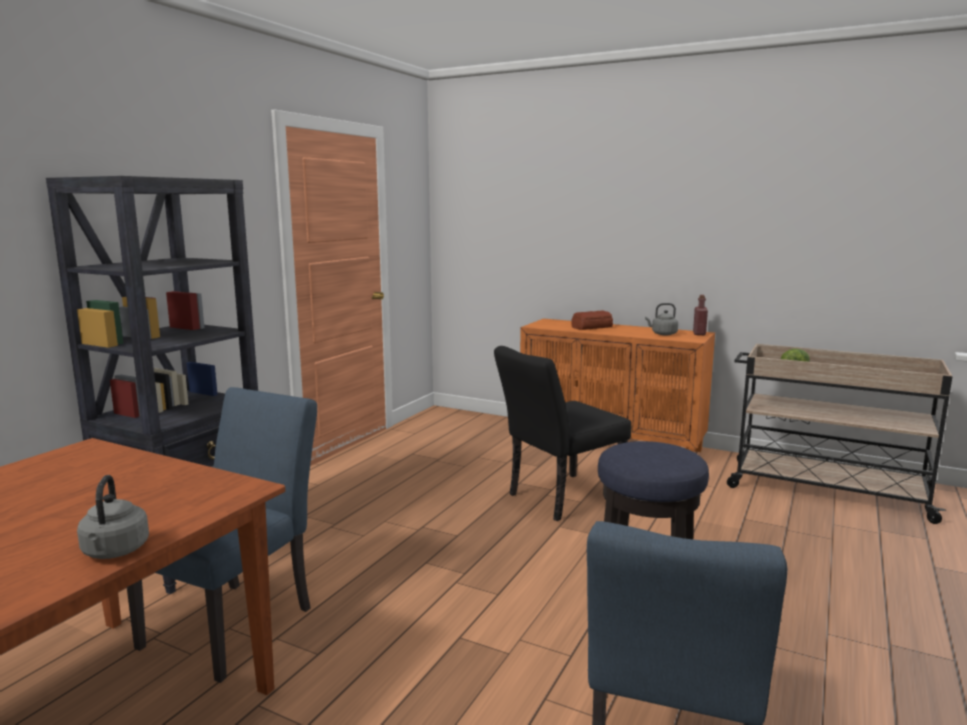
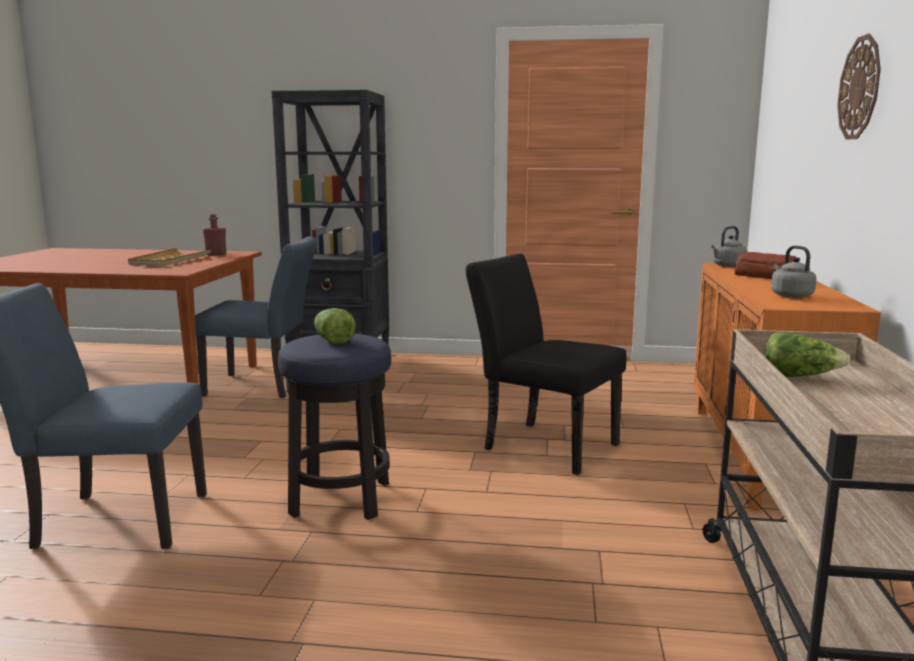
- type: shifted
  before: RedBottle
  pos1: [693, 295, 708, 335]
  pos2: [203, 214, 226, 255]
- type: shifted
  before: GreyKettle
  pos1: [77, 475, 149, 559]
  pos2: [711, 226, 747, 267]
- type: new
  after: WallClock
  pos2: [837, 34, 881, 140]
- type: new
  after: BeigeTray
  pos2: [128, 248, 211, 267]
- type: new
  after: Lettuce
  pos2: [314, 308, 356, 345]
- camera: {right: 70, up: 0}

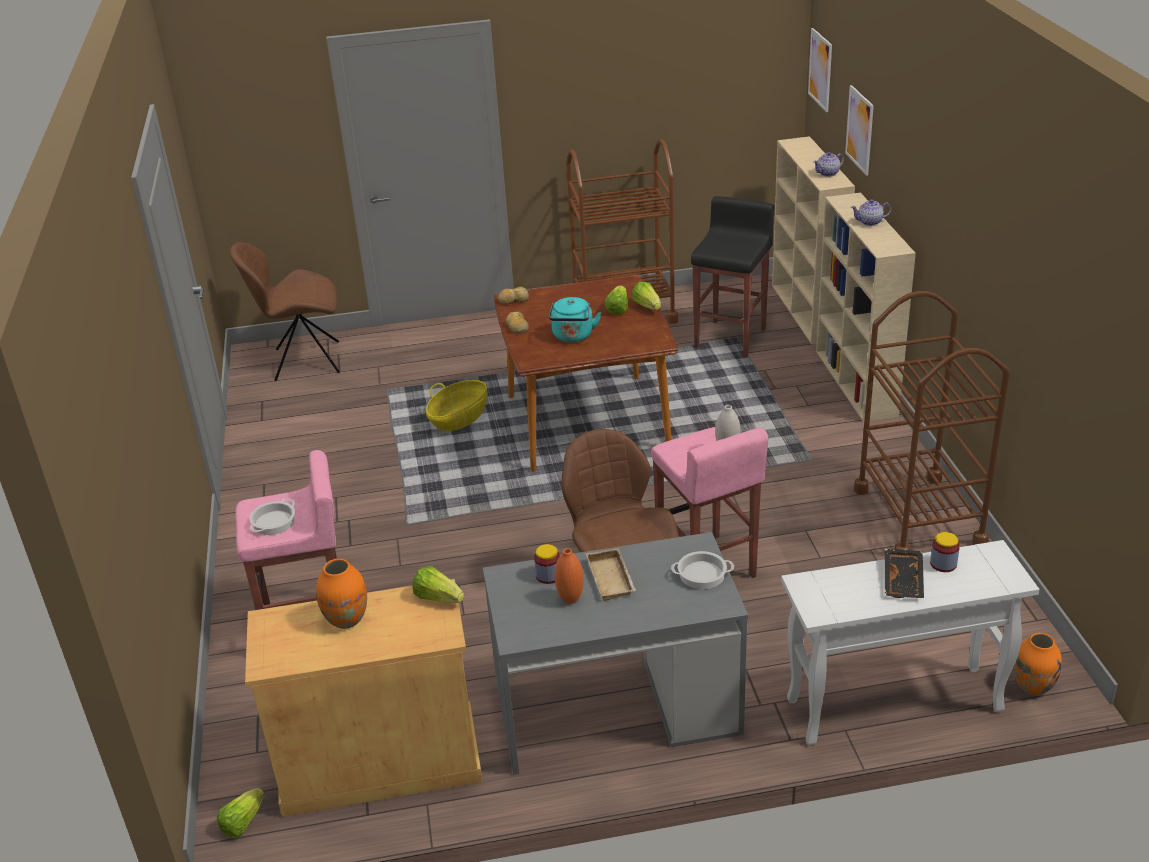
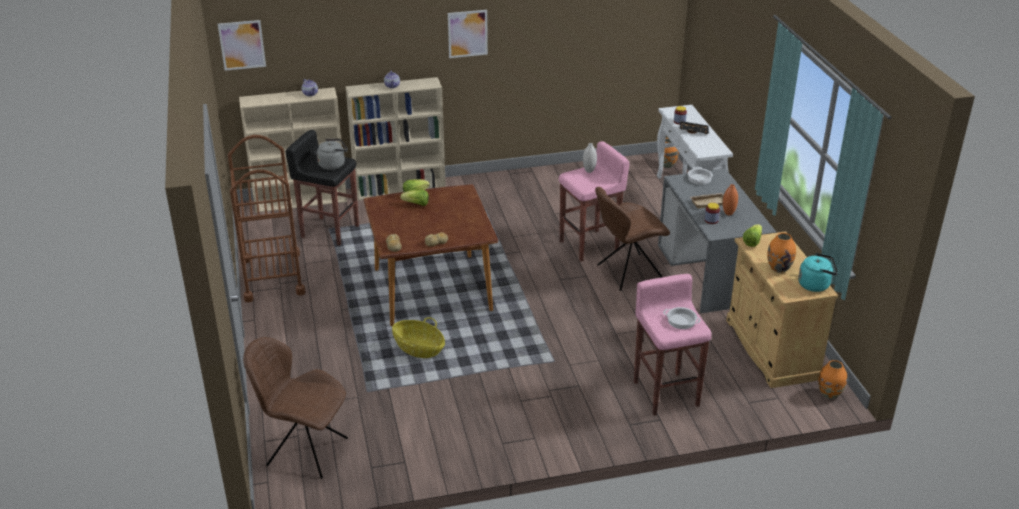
- type: shifted
  before: Picture
  pos1: [845, 85, 874, 176]
  pos2: [448, 10, 488, 58]
- type: rotated
  before: BrownChair
  pos1: [230, 242, 340, 381]
  pos2: [243, 337, 348, 479]
  turn: 120
- type: gone
  before: BrownCart
  pos1: [854, 291, 1010, 550]
- type: shifted
  before: TurquoiseKettle
  pos1: [549, 297, 601, 342]
  pos2: [798, 253, 838, 292]
- type: swapped
  before: Lettuce
  after: OrangeVase
  pos1: [217, 788, 265, 838]
  pos2: [818, 360, 847, 399]
- type: new
  after: GreyKettle
  pos2: [317, 139, 348, 170]
- camera: {right: -95, up: 0}

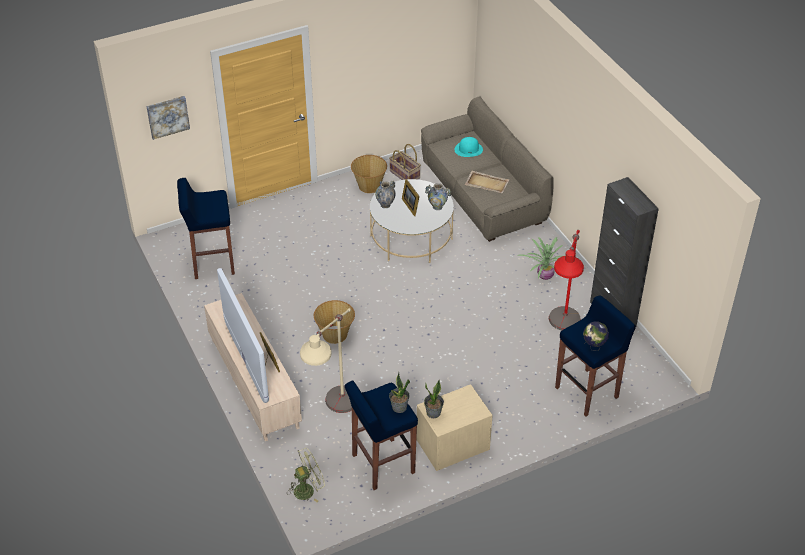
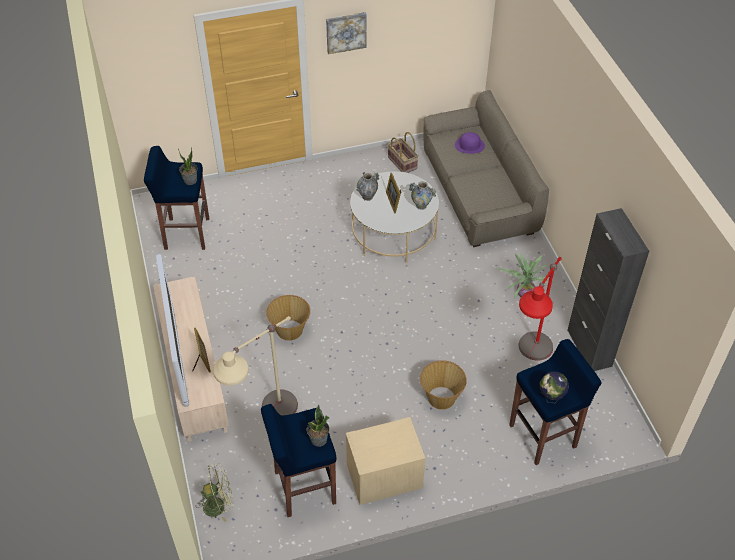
- type: shifted
  before: Picture
  pos1: [146, 96, 190, 140]
  pos2: [326, 12, 366, 54]
- type: repainted
  before: TurquoiseHat
  after: PurpleHat
  pos1: [454, 137, 483, 157]
  pos2: [455, 132, 485, 154]
- type: shifted
  before: Basket
  pos1: [351, 155, 387, 193]
  pos2: [420, 360, 467, 410]
- type: gone
  before: BeigeTray
  pos1: [465, 170, 510, 193]
- type: shifted
  before: PottedPlant
  pos1: [424, 379, 444, 418]
  pos2: [178, 147, 197, 185]
- camera: {right: 10, up: 5}

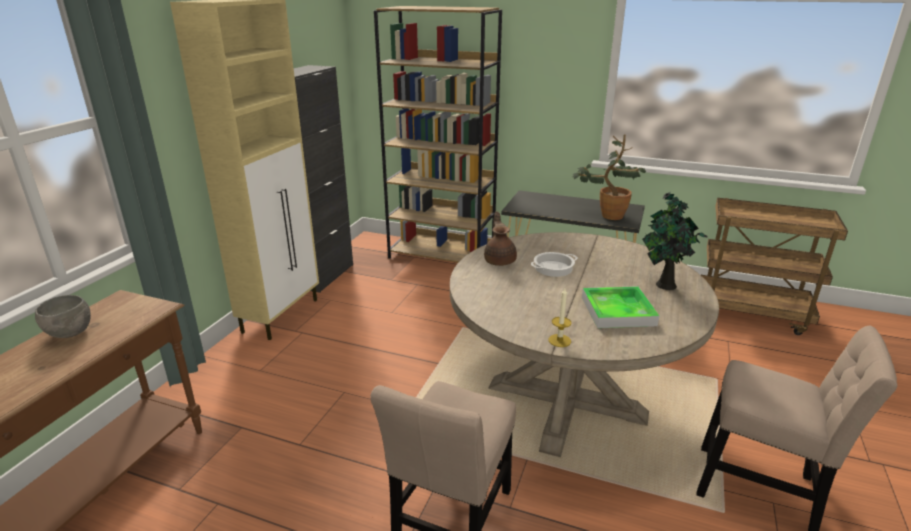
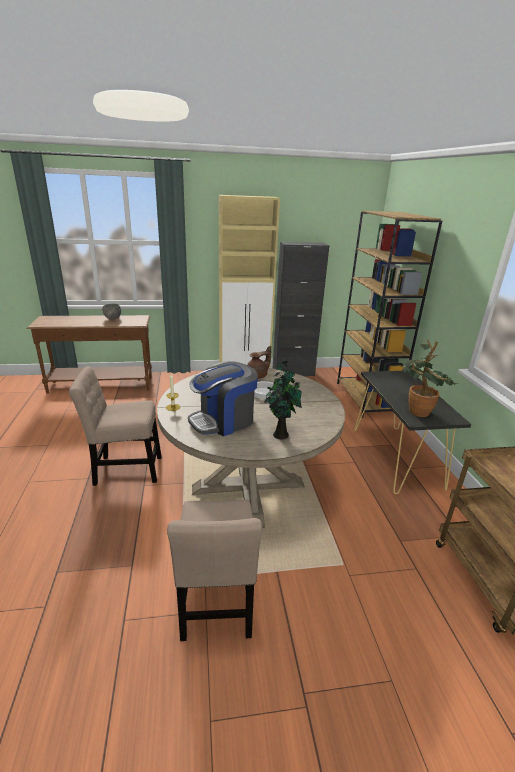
- type: swapped
  before: Tray
  after: CoffeeMachine
  pos1: [582, 286, 659, 328]
  pos2: [188, 361, 258, 436]
- camera: {right: 60, up: 0}

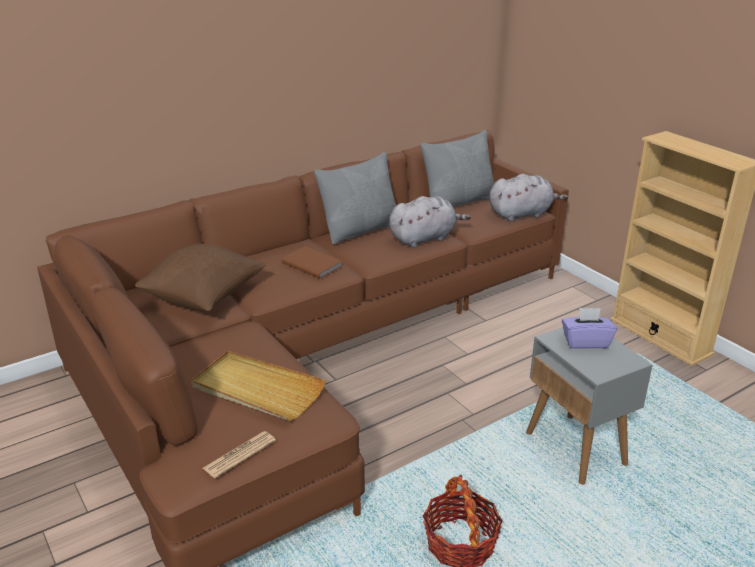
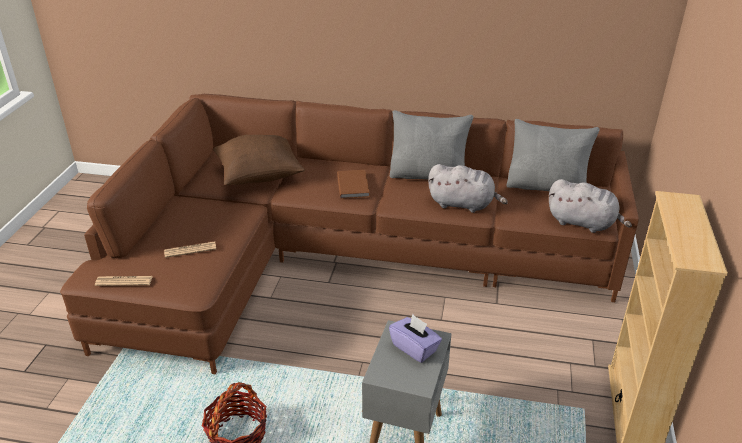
- type: swapped
  before: BeigeTray
  after: Newspaper
  pos1: [191, 351, 326, 421]
  pos2: [164, 241, 216, 258]
- camera: {right: 45, up: 5}

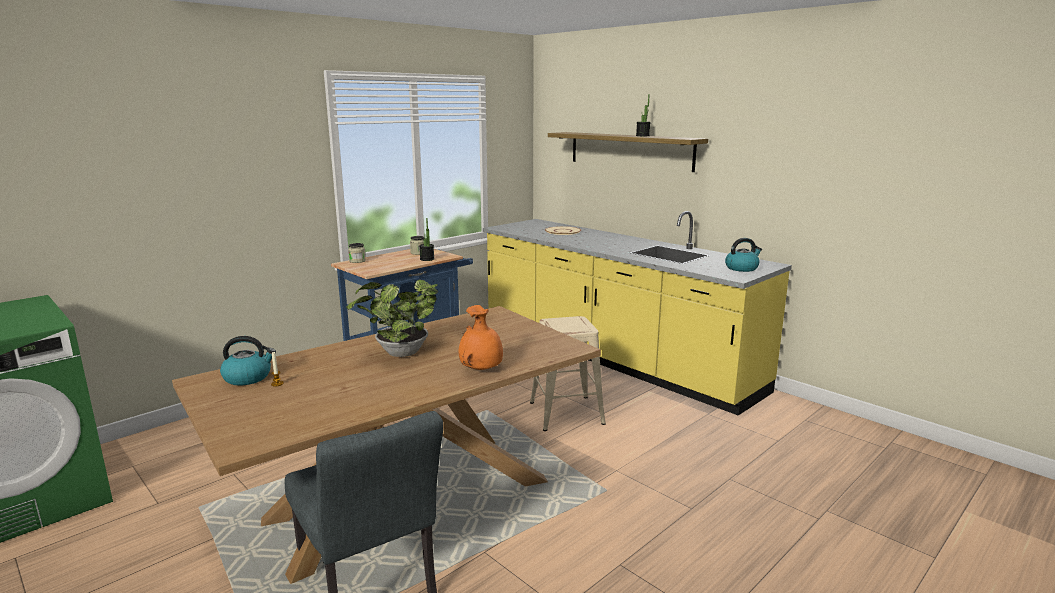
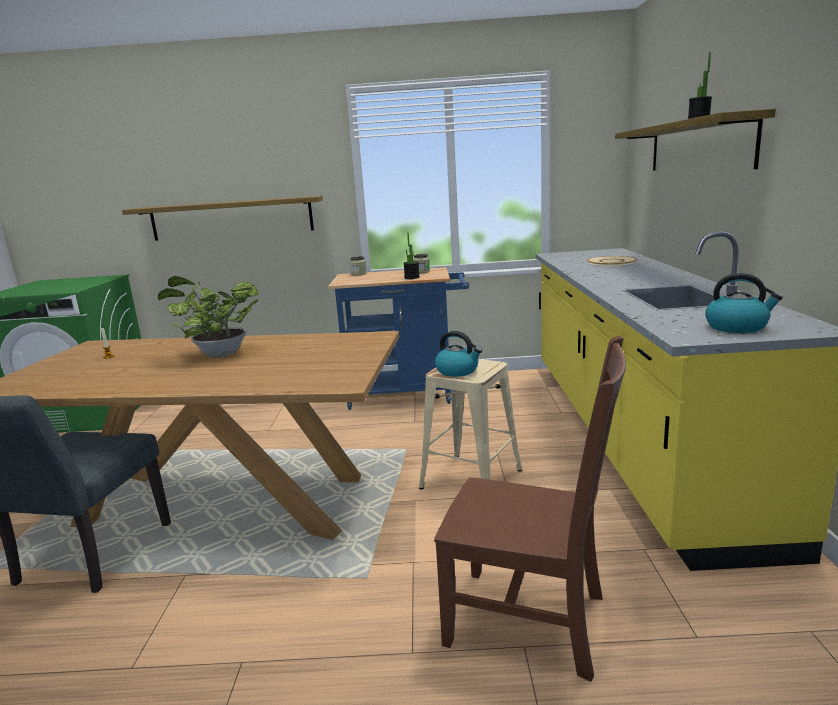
- type: gone
  before: OrangeVase
  pos1: [459, 305, 503, 370]
- type: shifted
  before: Kettle
  pos1: [220, 336, 276, 386]
  pos2: [435, 331, 482, 377]
- type: new
  after: Shelf
  pos2: [122, 196, 323, 241]
- type: new
  after: BrownChair
  pos2: [434, 336, 626, 682]
- camera: {right: 45, up: 0}

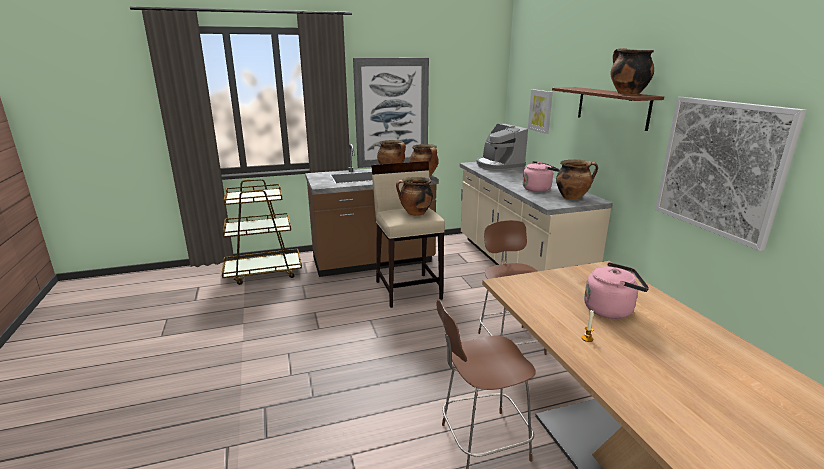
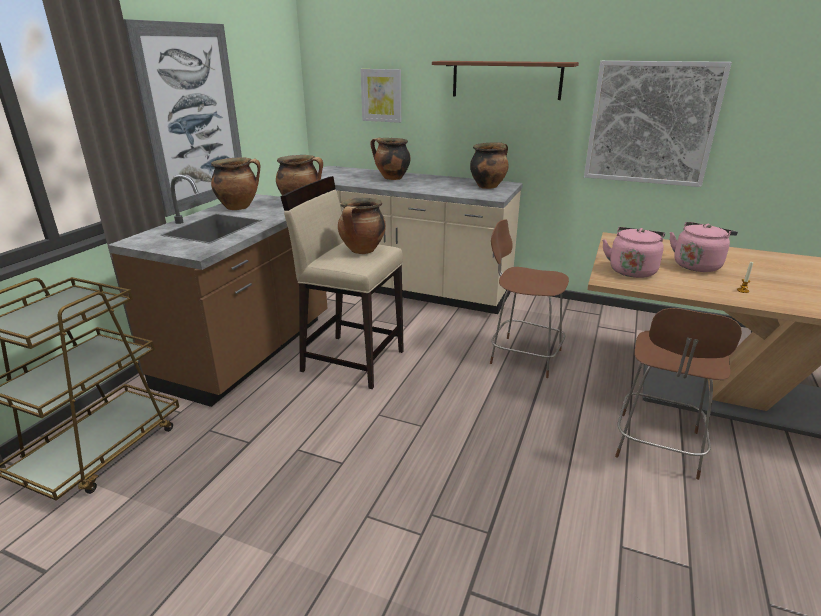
- type: shifted
  before: CookingPot
  pos1: [611, 48, 654, 95]
  pos2: [370, 138, 411, 180]
- type: gone
  before: CoffeeMachine
  pos1: [477, 124, 528, 171]
- type: shifted
  before: PinkKettle
  pos1: [523, 161, 560, 192]
  pos2: [602, 227, 665, 278]
- camera: {right: -50, up: 5}

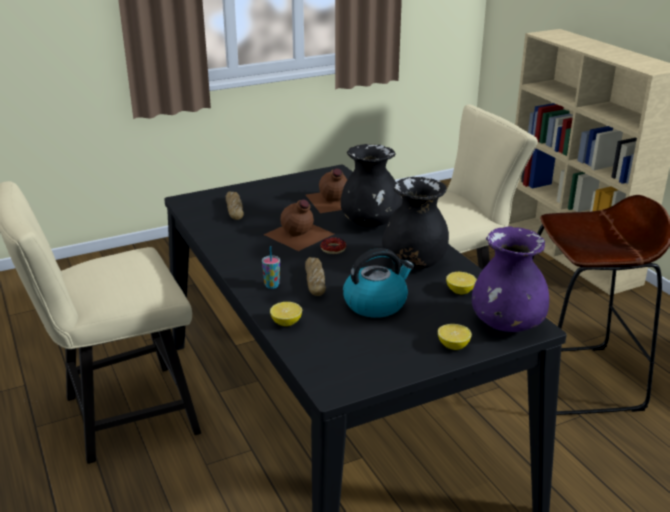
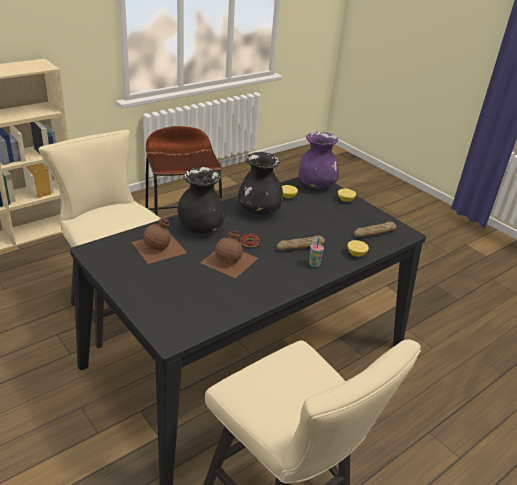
- type: shifted
  before: Bread
  pos1: [226, 191, 244, 220]
  pos2: [354, 222, 396, 237]
- type: gone
  before: Kettle
  pos1: [343, 248, 414, 318]
- camera: {right: -105, up: 5}

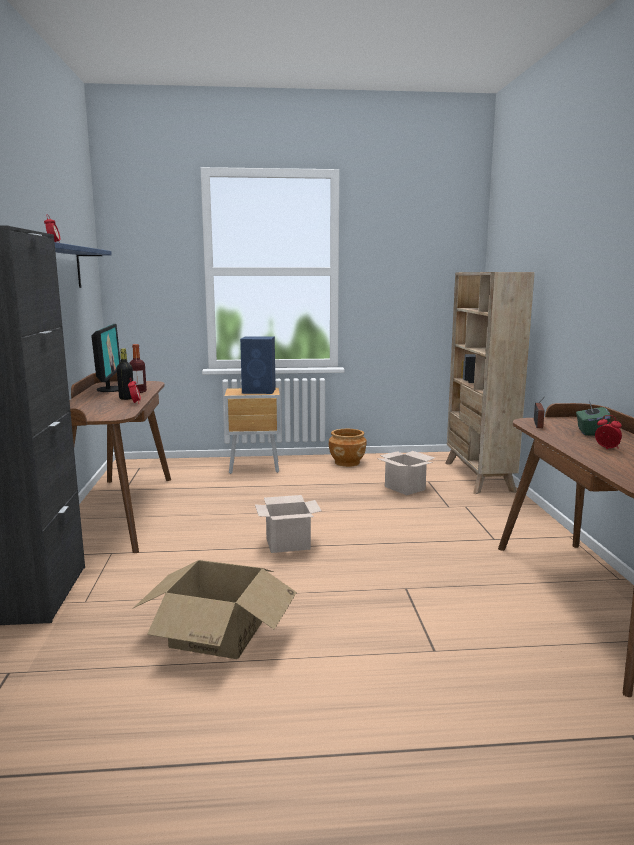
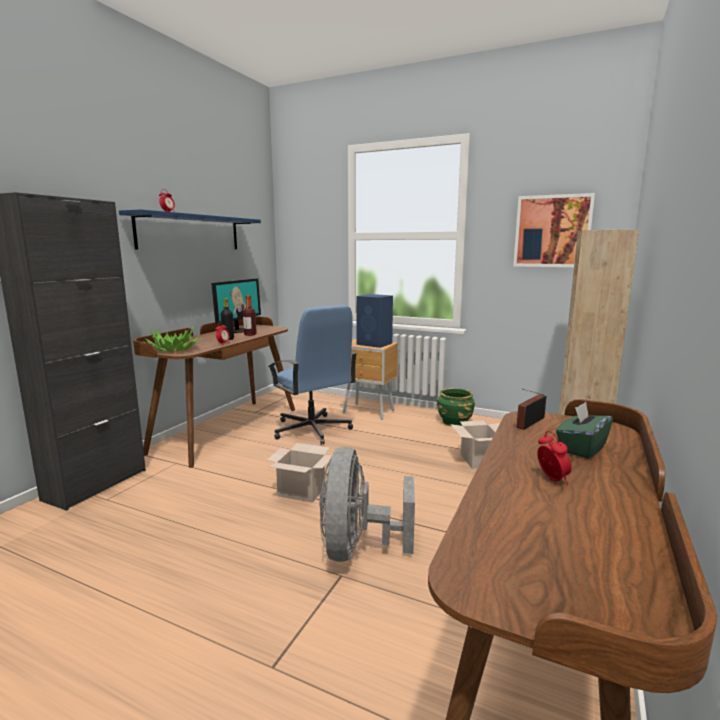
- type: repainted
  before: BrownPlanter
  after: GreenPlanter
  pos1: [328, 429, 367, 467]
  pos2: [437, 388, 475, 426]
- type: gone
  before: CardboardBox
  pos1: [133, 560, 297, 659]
- type: new
  after: Picture
  pos2: [513, 193, 595, 267]
- type: new
  after: BlueOfficeChair
  pos2: [268, 305, 357, 445]
- type: new
  after: PottedPlant
  pos2: [143, 326, 200, 352]
- type: new
  after: GreyFan
  pos2: [319, 447, 415, 562]
- camera: {right: 30, up: 0}

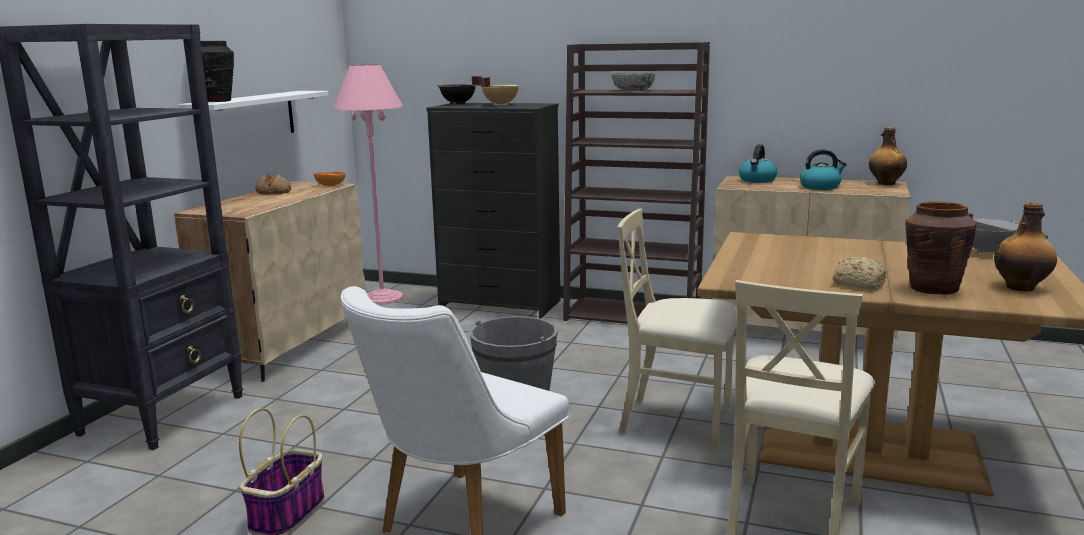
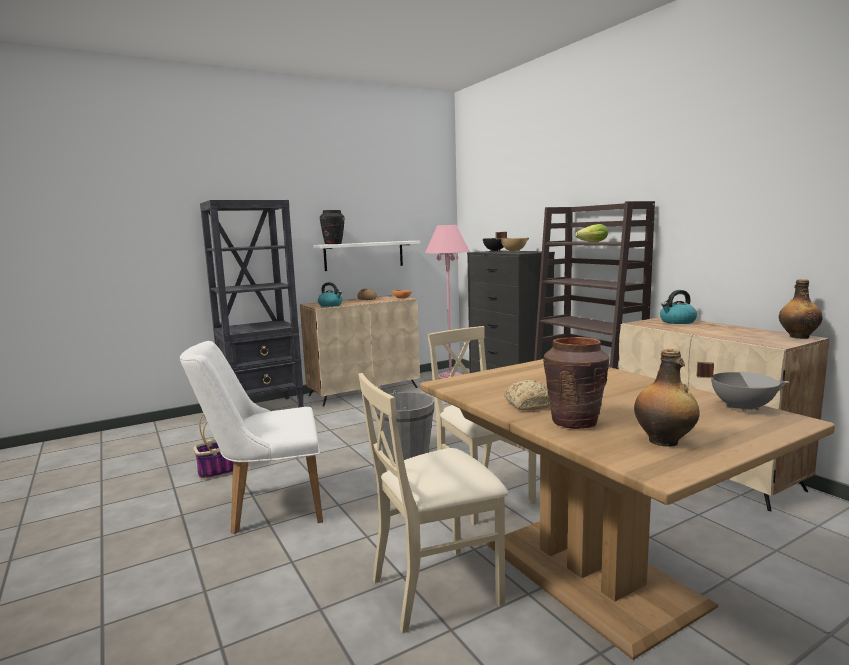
- type: swapped
  before: GreyBowl
  after: Lettuce
  pos1: [612, 73, 655, 91]
  pos2: [575, 224, 608, 242]
- type: shifted
  before: Kettle
  pos1: [800, 149, 847, 190]
  pos2: [318, 282, 342, 307]
- camera: {right: 40, up: -5}

